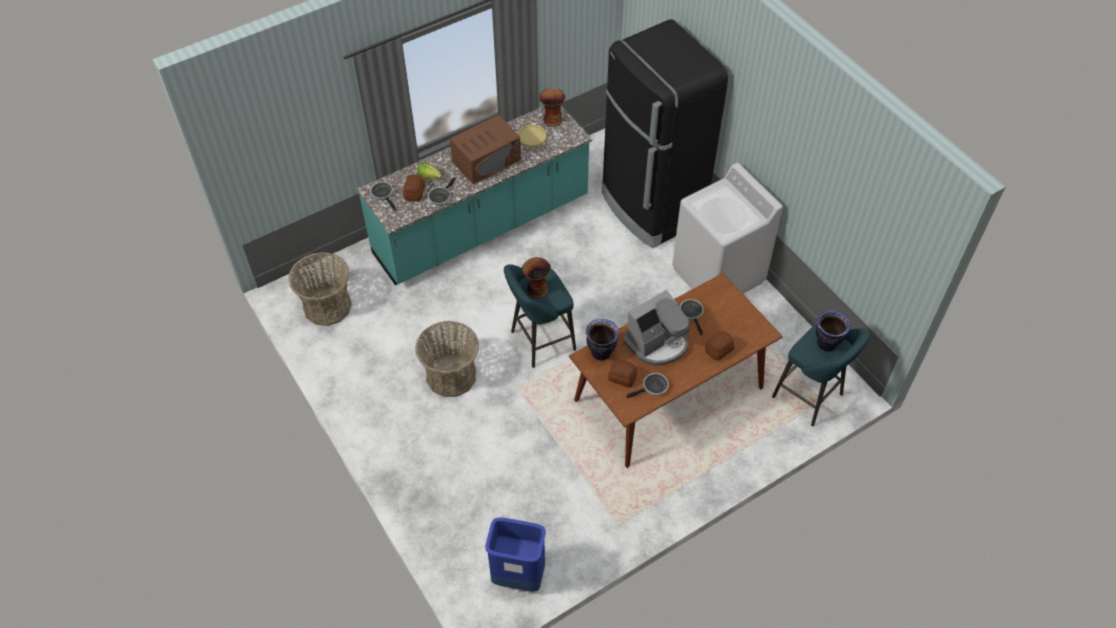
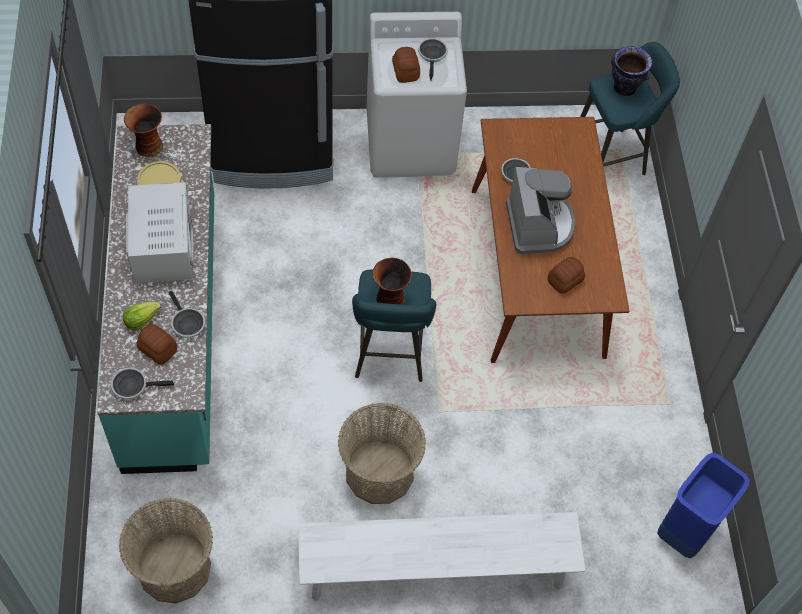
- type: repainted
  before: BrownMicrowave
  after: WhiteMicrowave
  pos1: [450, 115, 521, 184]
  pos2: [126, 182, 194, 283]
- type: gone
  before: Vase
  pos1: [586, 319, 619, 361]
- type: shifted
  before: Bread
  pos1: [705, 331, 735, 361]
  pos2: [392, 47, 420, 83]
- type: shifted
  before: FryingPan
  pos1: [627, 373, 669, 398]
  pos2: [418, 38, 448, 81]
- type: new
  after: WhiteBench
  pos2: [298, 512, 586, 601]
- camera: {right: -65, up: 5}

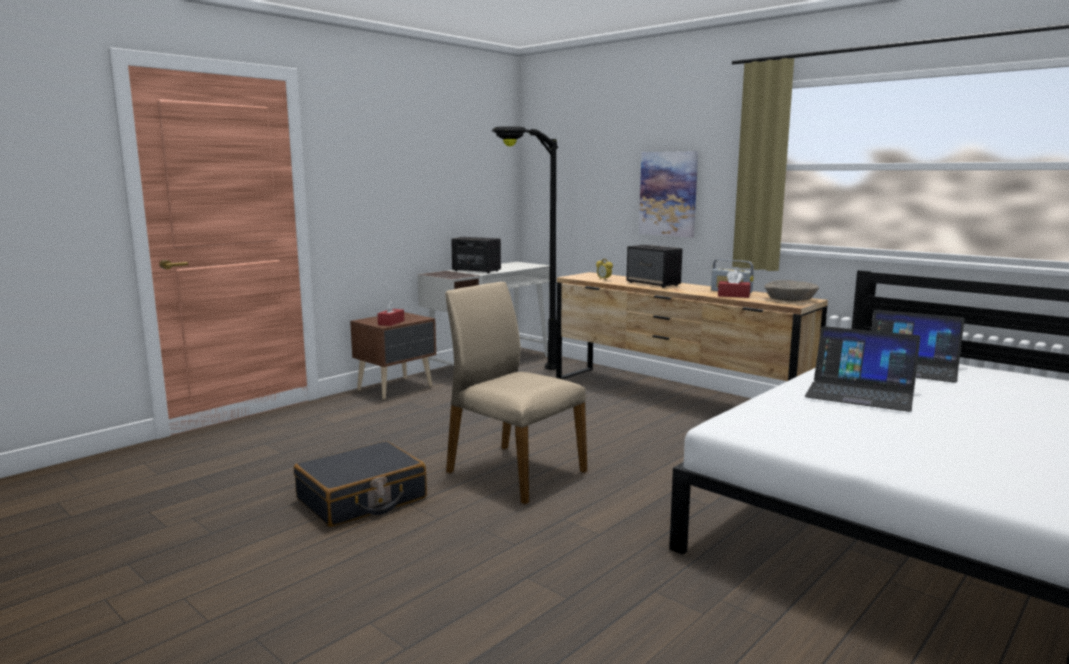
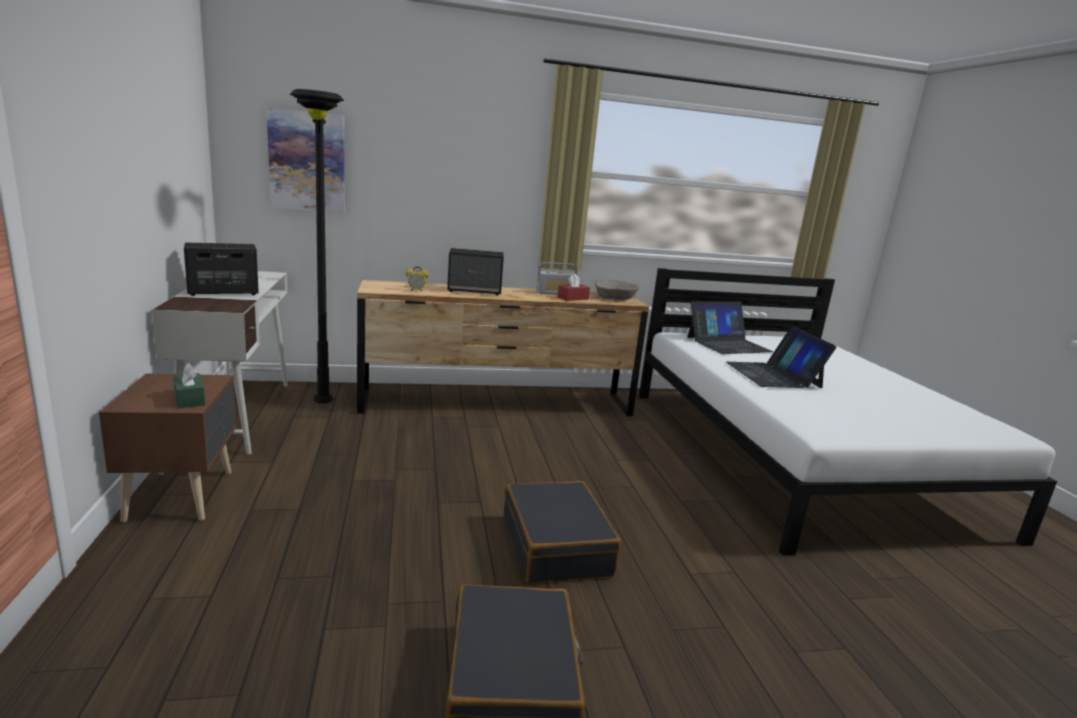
- type: shifted
  before: Picture
  pos1: [639, 151, 698, 238]
  pos2: [267, 108, 345, 213]
- type: swapped
  before: BeigeChair
  after: BlackSuitcase
  pos1: [445, 282, 588, 504]
  pos2: [504, 481, 621, 583]
- type: repainted
  before: RedTissueBox
  after: GreenTissueBox
  pos1: [378, 300, 404, 326]
  pos2: [173, 363, 205, 408]
- type: rotated
  before: Laptop
  pos1: [805, 326, 920, 412]
  pos2: [726, 326, 836, 388]
  turn: 105
- camera: {right: -55, up: 5}

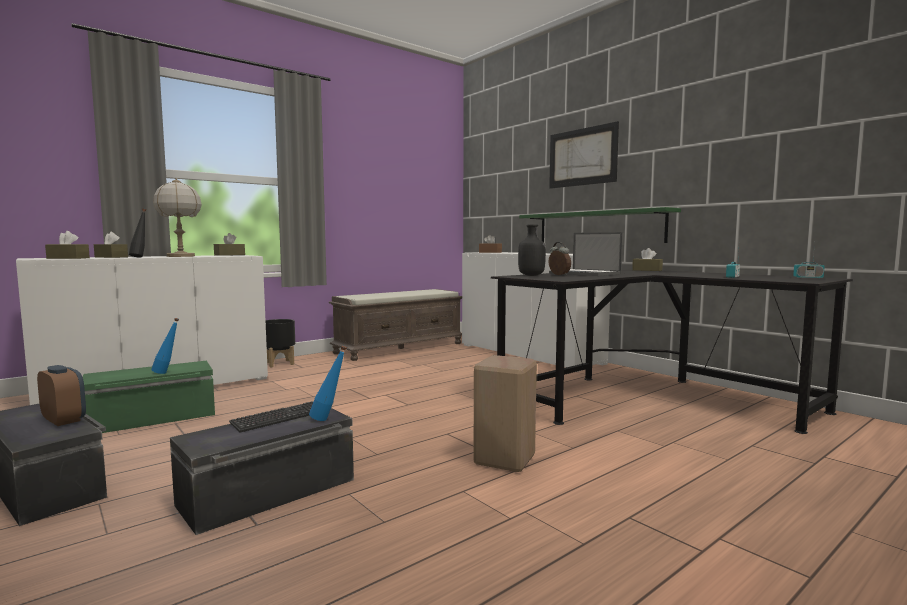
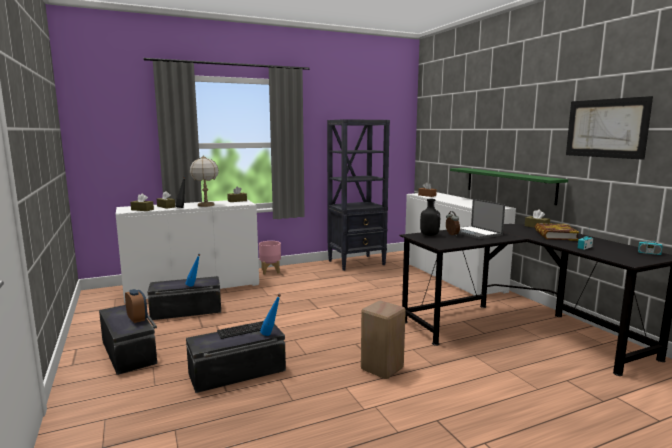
- type: shifted
  before: Picture
  pos1: [549, 121, 619, 189]
  pos2: [566, 96, 653, 160]
- type: swapped
  before: BrownBench
  after: BlackBookcase
  pos1: [329, 289, 462, 361]
  pos2: [327, 119, 390, 271]
- type: repainted
  before: BlackPlanter
  after: PinkPlanter
  pos1: [265, 319, 295, 367]
  pos2: [259, 241, 281, 275]
- type: repainted
  before: GreenStorageBox
  after: BlackStorageBox
  pos1: [83, 361, 215, 433]
  pos2: [148, 276, 221, 320]
- type: new
  after: Book
  pos2: [535, 223, 579, 241]
- camera: {right: 15, up: 5}

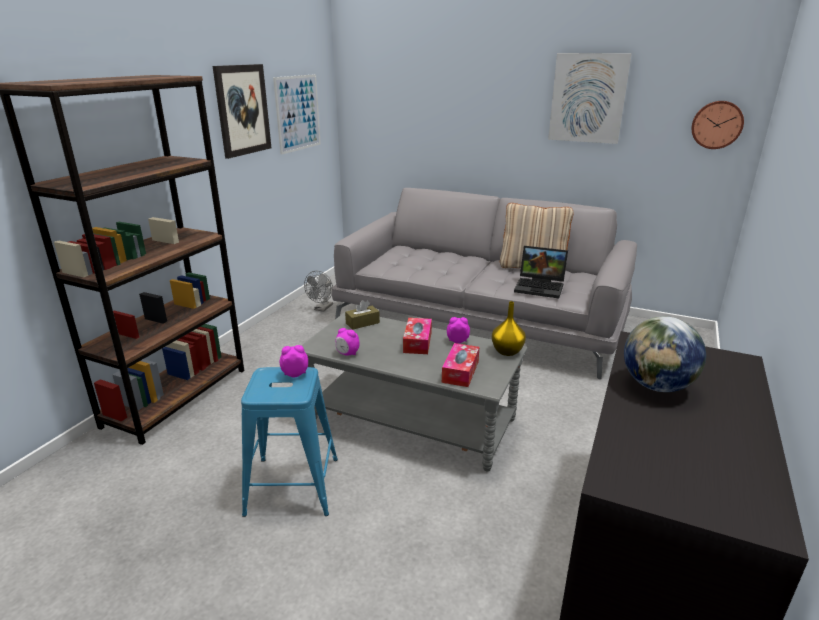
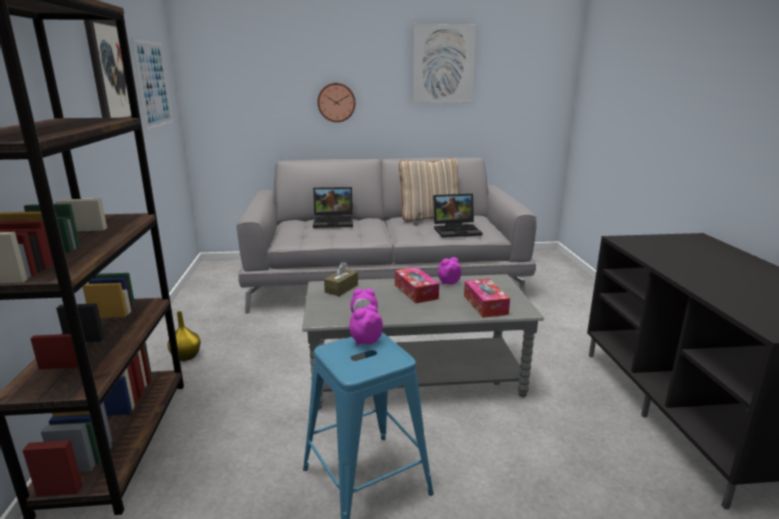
- type: shifted
  before: WallClock
  pos1: [692, 101, 744, 149]
  pos2: [318, 83, 356, 122]
- type: gone
  before: GreyFan
  pos1: [304, 271, 333, 312]
- type: shifted
  before: YellowVase
  pos1: [492, 301, 526, 356]
  pos2: [167, 311, 201, 361]
- type: gone
  before: Globe
  pos1: [624, 316, 706, 392]
- type: new
  after: Laptop
  pos2: [313, 187, 353, 228]
- camera: {right: -30, up: -5}

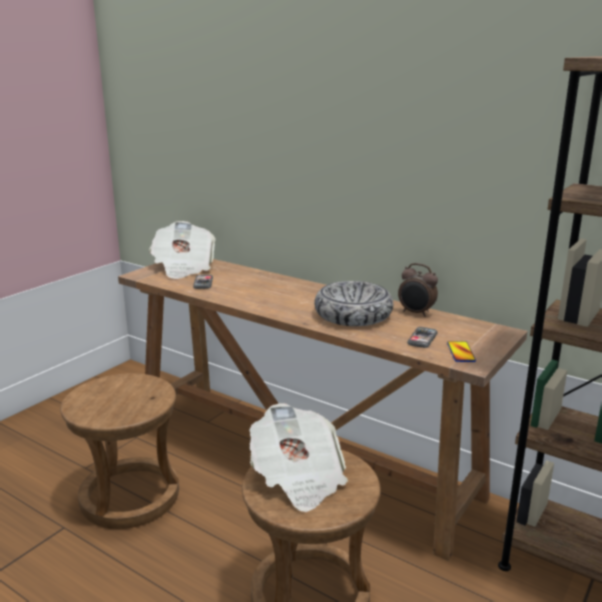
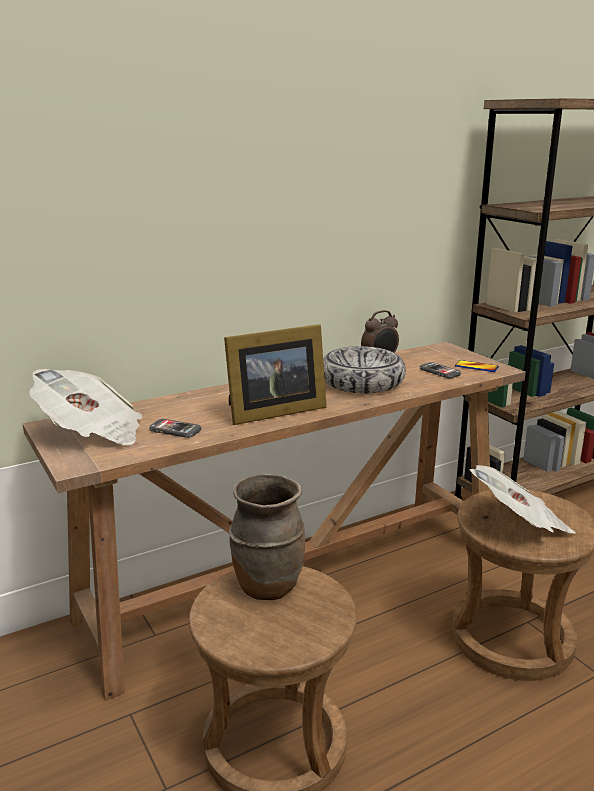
- type: new
  after: PictureFrame
  pos2: [224, 324, 327, 425]
- type: new
  after: BrownVase
  pos2: [229, 474, 305, 600]
- camera: {right: -65, up: 0}

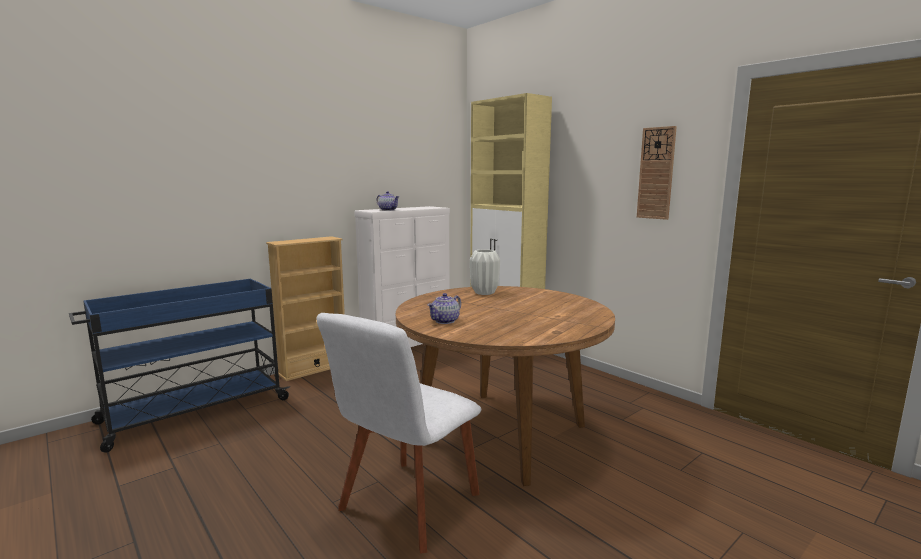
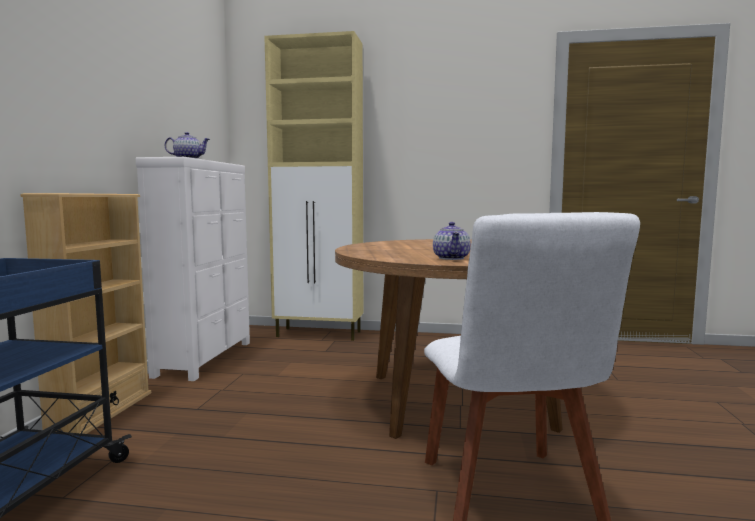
- type: gone
  before: WallClock
  pos1: [637, 126, 677, 220]
- type: gone
  before: WhiteVase
  pos1: [470, 249, 500, 295]
- camera: {right: -40, up: -5}

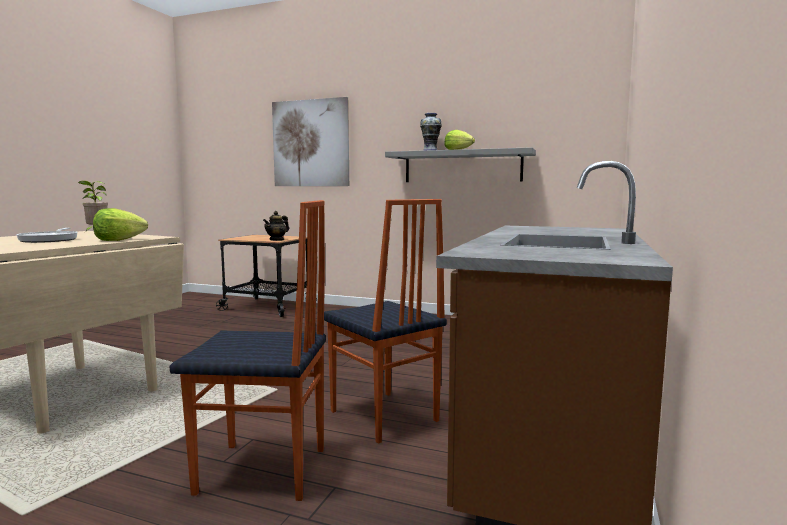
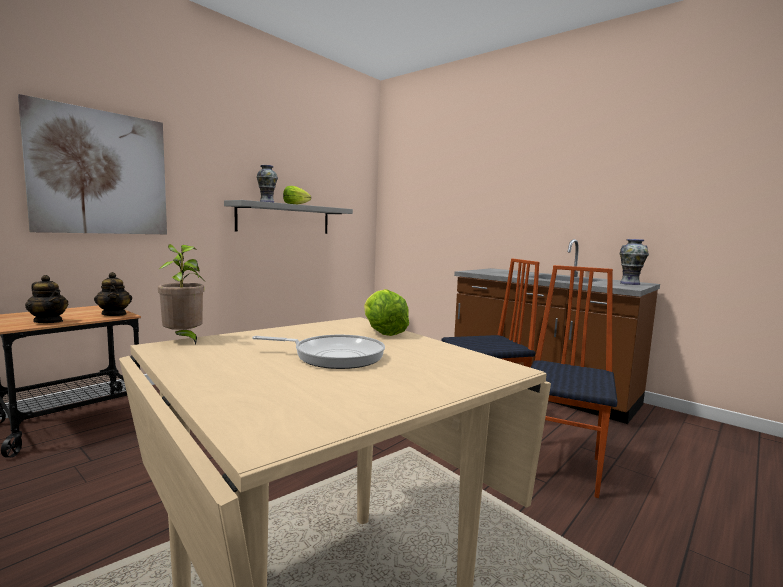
- type: new
  after: Vase
  pos2: [619, 239, 649, 285]
- type: new
  after: Teapot
  pos2: [25, 275, 68, 323]
- camera: {right: -70, up: 0}

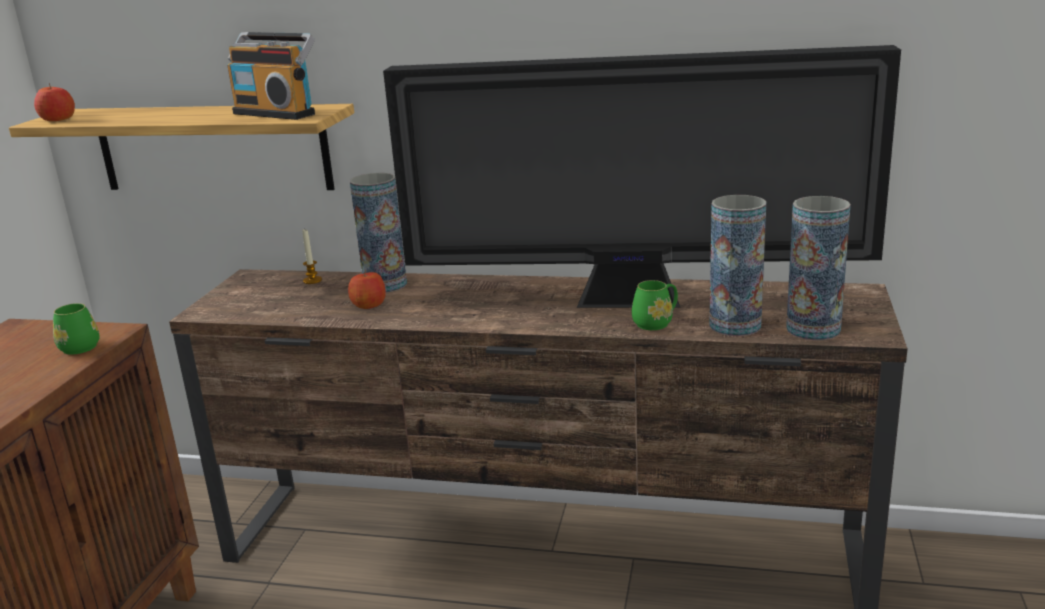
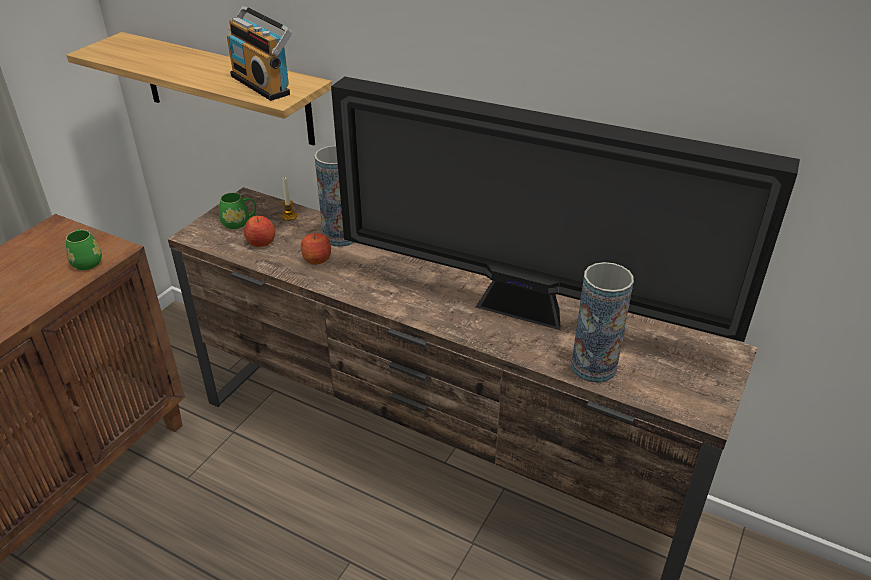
- type: shifted
  before: Apple
  pos1: [34, 83, 75, 121]
  pos2: [244, 216, 275, 247]
- type: gone
  before: Vase
  pos1: [786, 196, 851, 340]
- type: shifted
  before: GreenMug
  pos1: [632, 280, 678, 330]
  pos2: [219, 193, 256, 229]
- camera: {right: 15, up: 15}

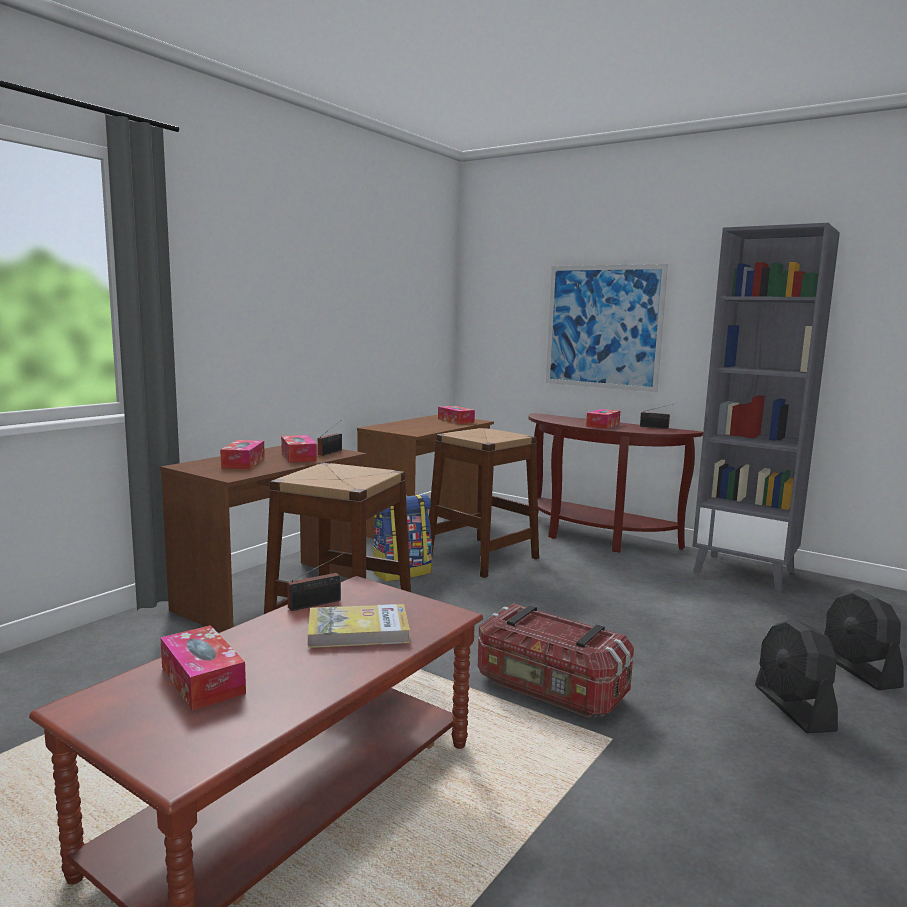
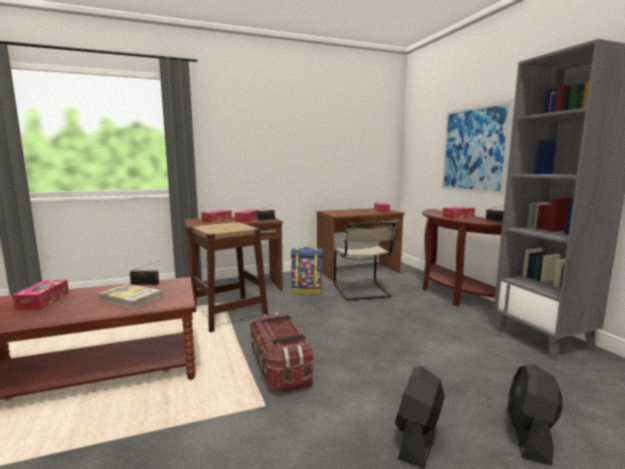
- type: swapped
  before: BrownStool
  after: BeigeChair
  pos1: [429, 428, 539, 578]
  pos2: [334, 222, 396, 300]
- camera: {right: 35, up: 0}

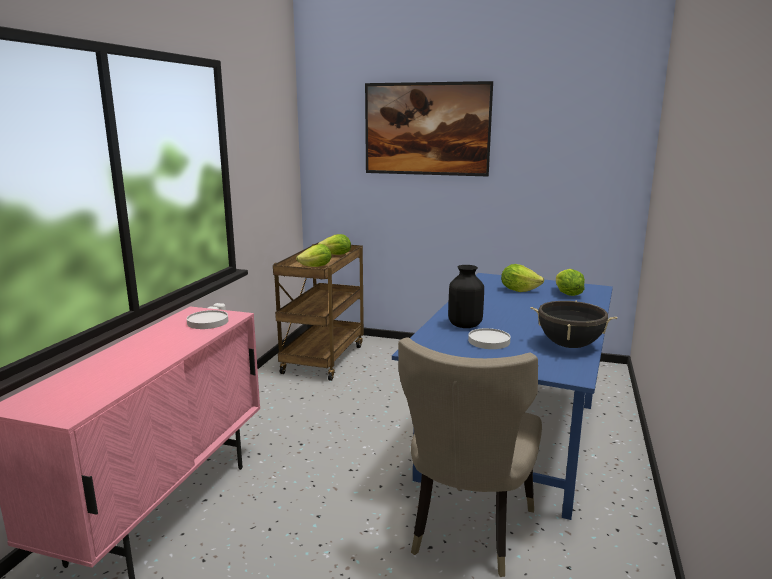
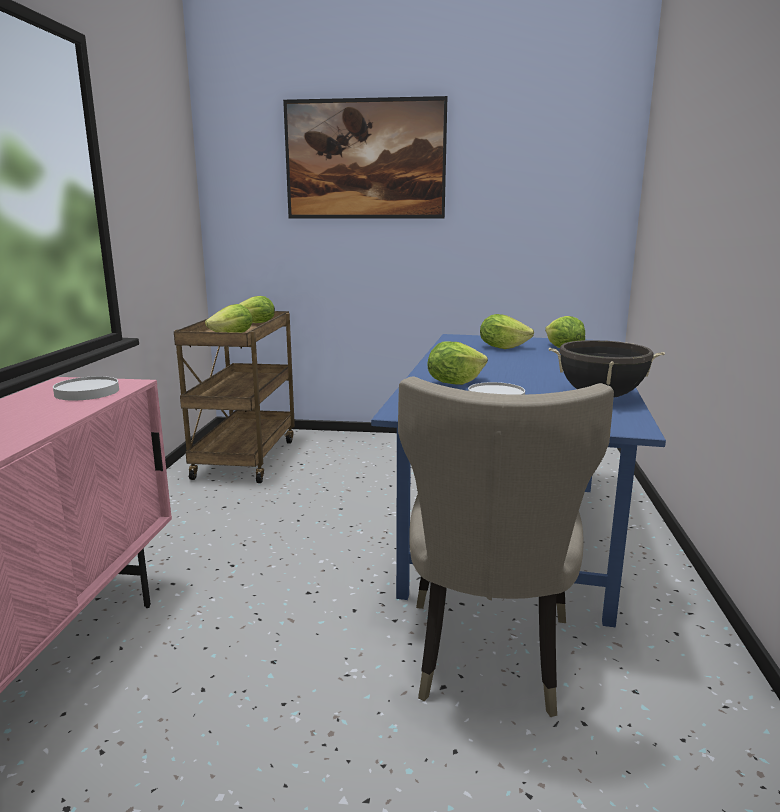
- type: swapped
  before: BlackVase
  after: Lettuce
  pos1: [448, 265, 484, 328]
  pos2: [427, 341, 488, 385]
- camera: {right: -10, up: 0}

